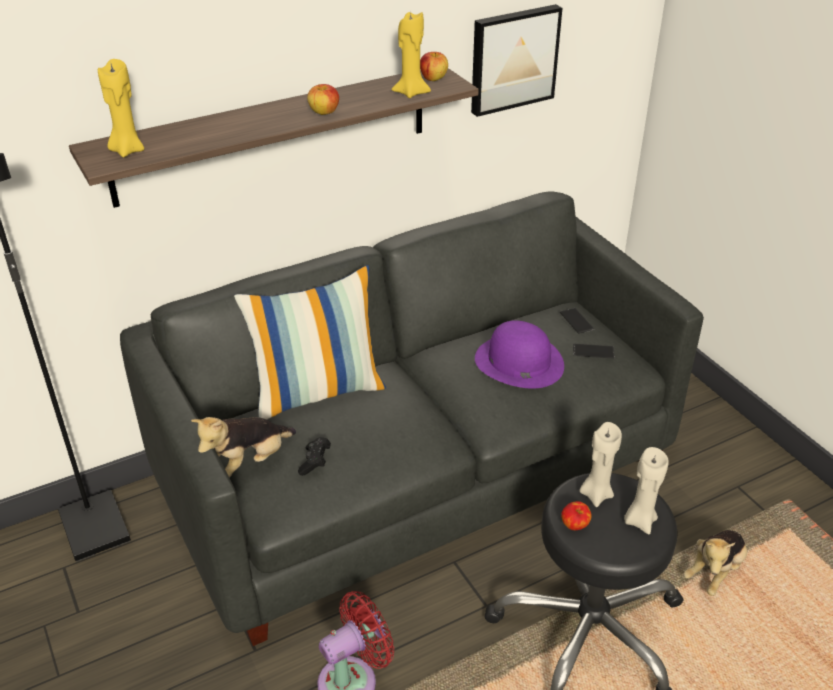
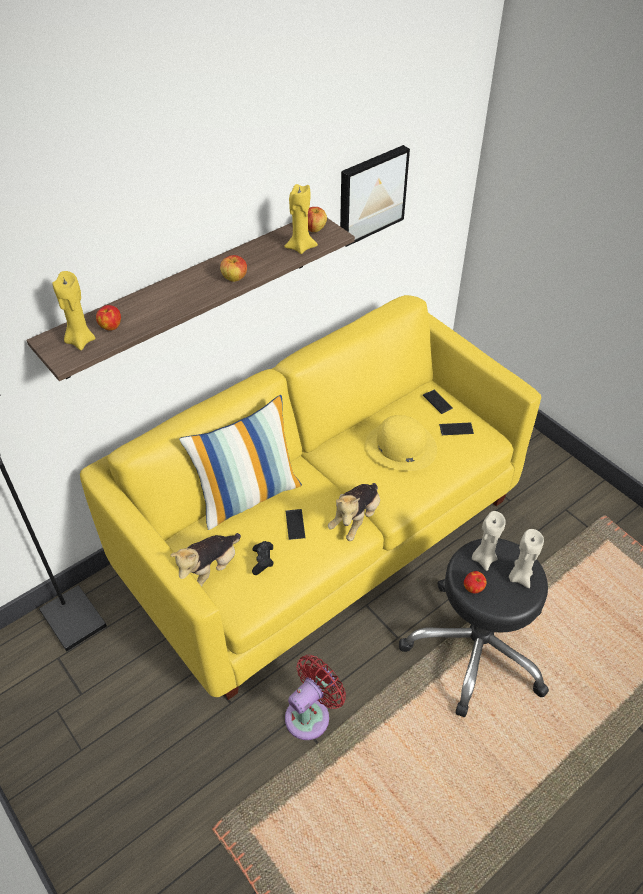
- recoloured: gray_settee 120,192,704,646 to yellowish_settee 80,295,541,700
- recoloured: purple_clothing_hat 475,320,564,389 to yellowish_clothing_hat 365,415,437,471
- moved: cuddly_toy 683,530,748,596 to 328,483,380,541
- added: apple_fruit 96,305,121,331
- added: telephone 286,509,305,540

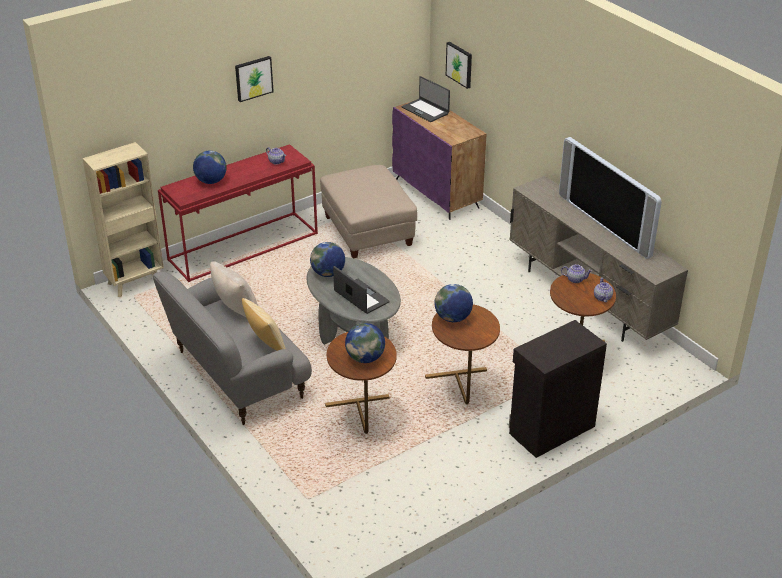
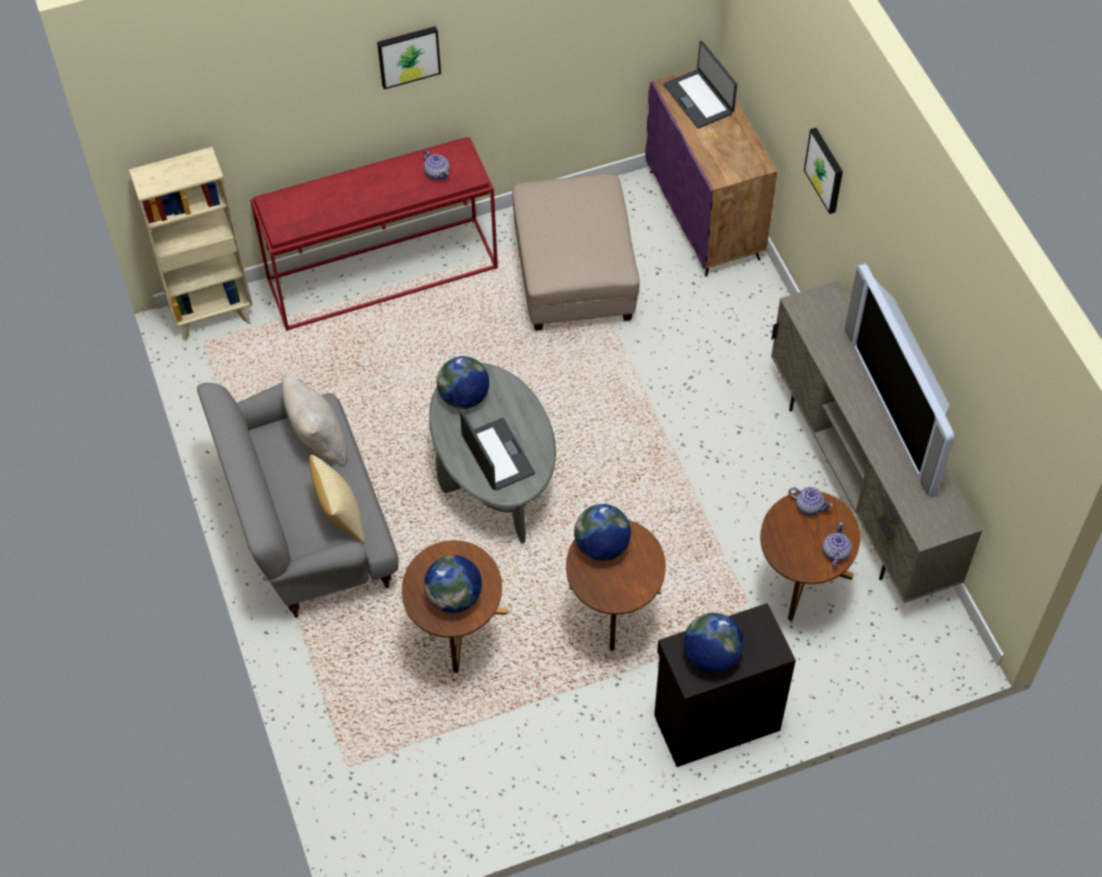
- moved: picture 446,42,472,89 to 804,128,843,214
- moved: world_globe 193,151,227,184 to 684,613,744,673

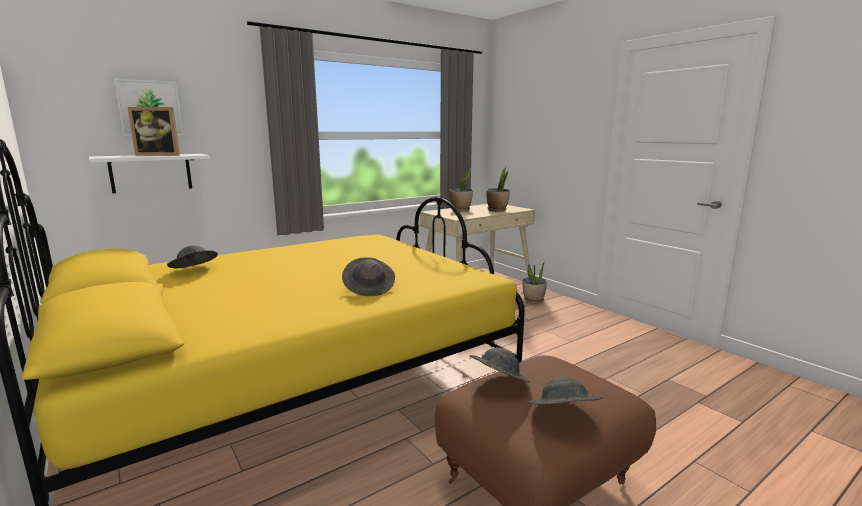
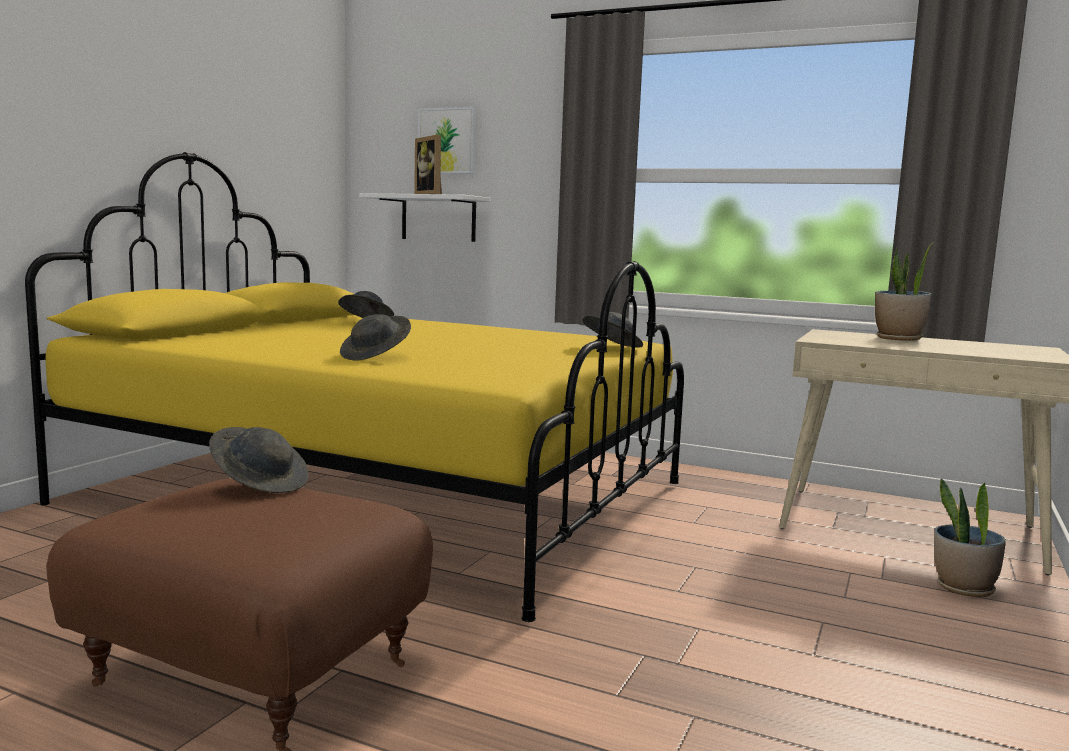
- removed: plant_in_a_pot 486,167,510,212
- moved: gray_clothing_hat 528,377,604,405 to 582,312,643,348

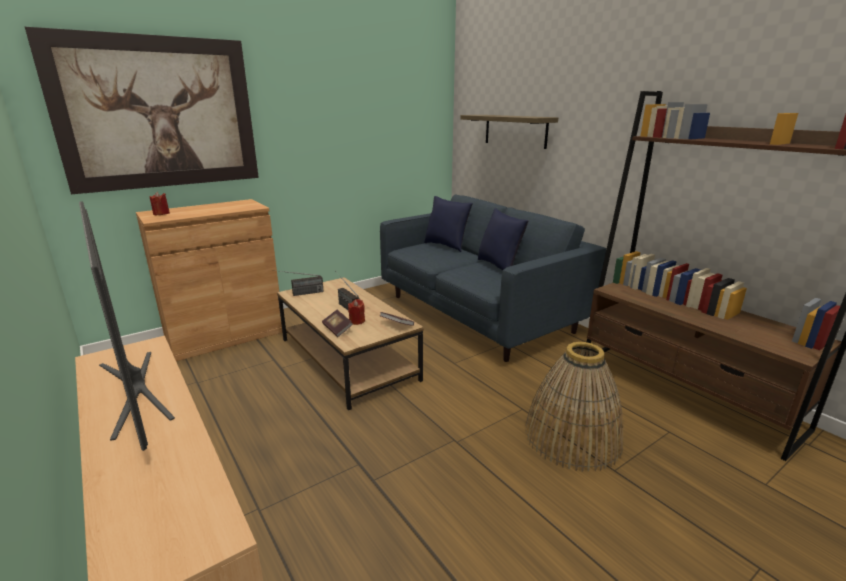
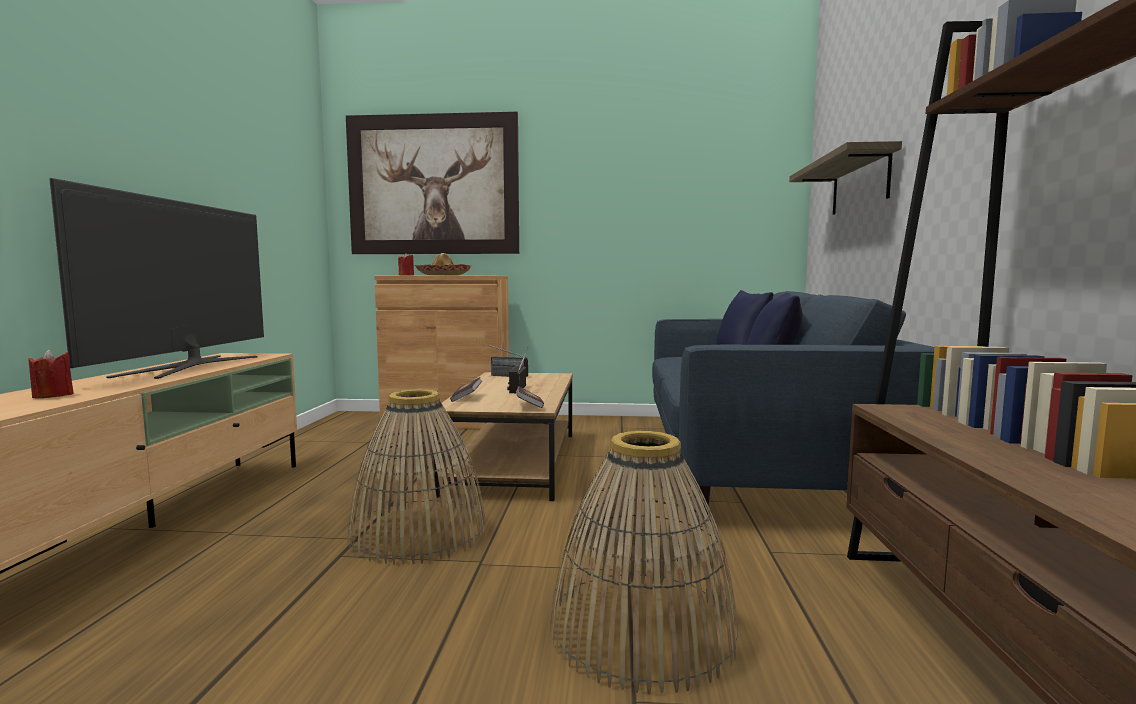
- moved: reddish_wax_candle 348,299,365,325 to 28,349,74,399
- added: clothing_hat 414,253,471,276
- added: household_basket 348,389,486,565

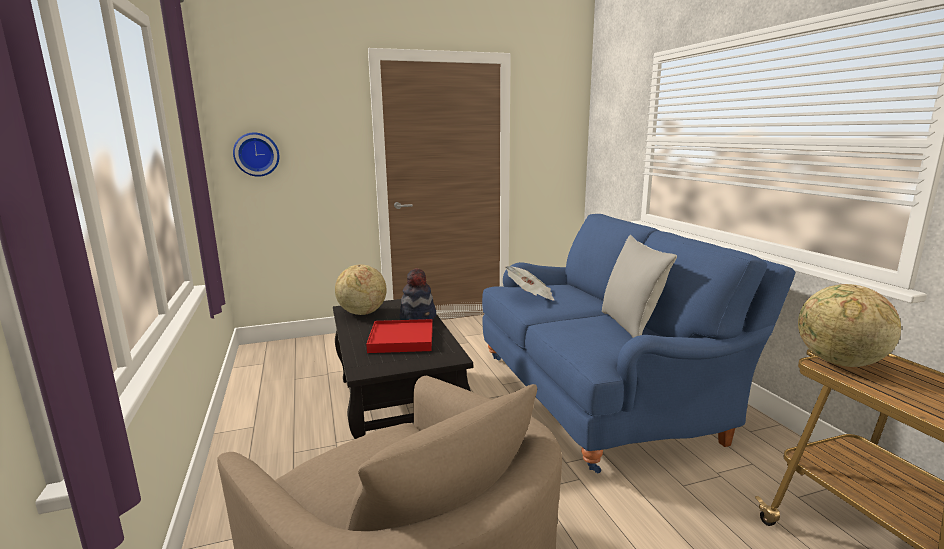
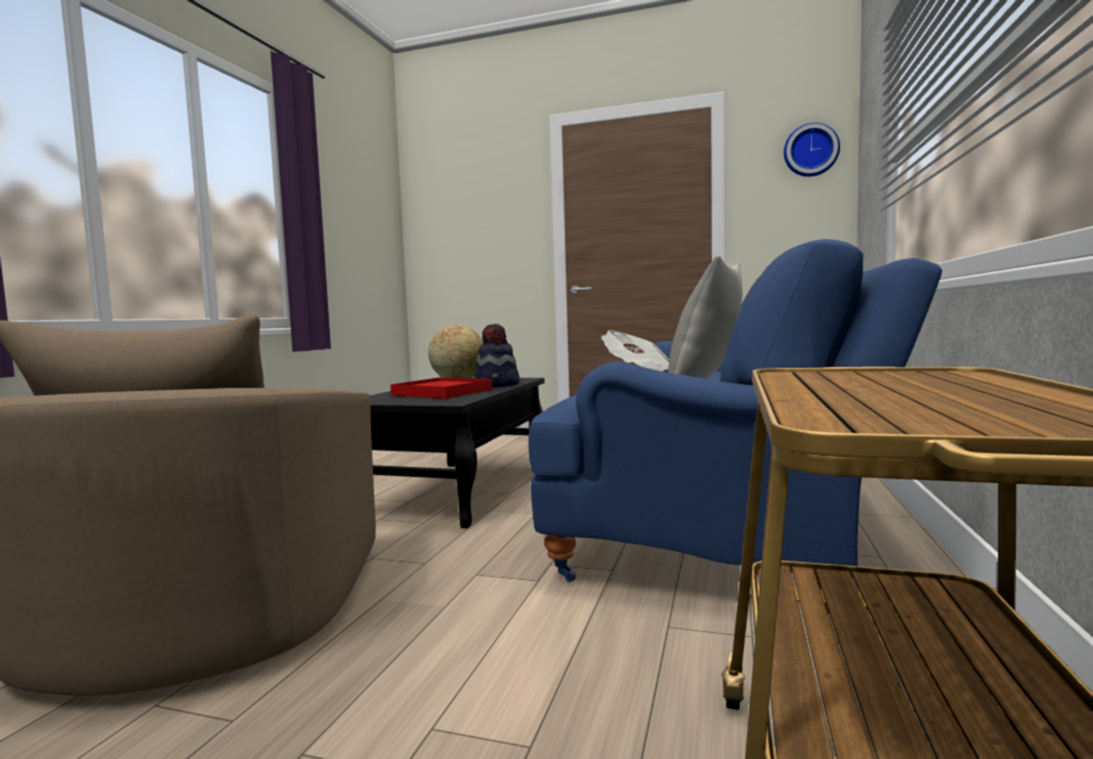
- moved: clock_on_the_wall 233,132,280,177 to 784,123,840,177
- removed: world_globe 798,284,901,367

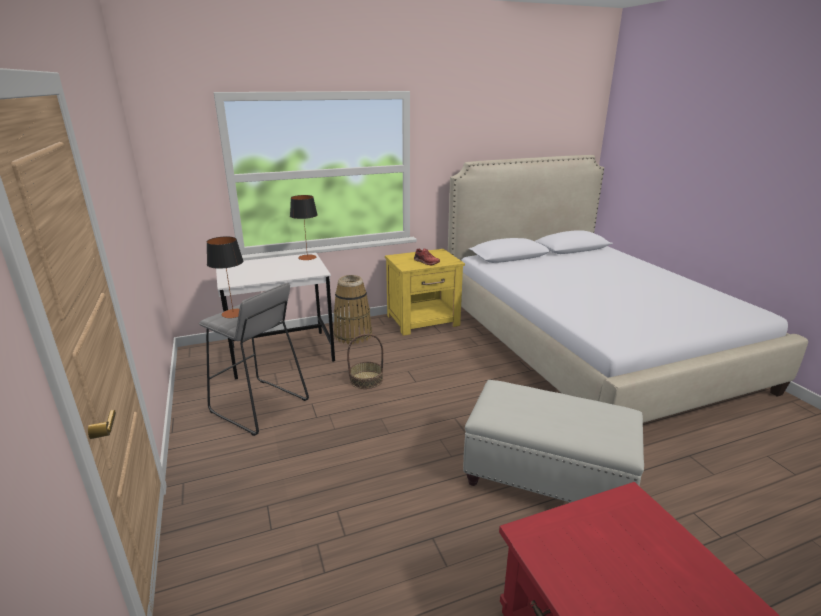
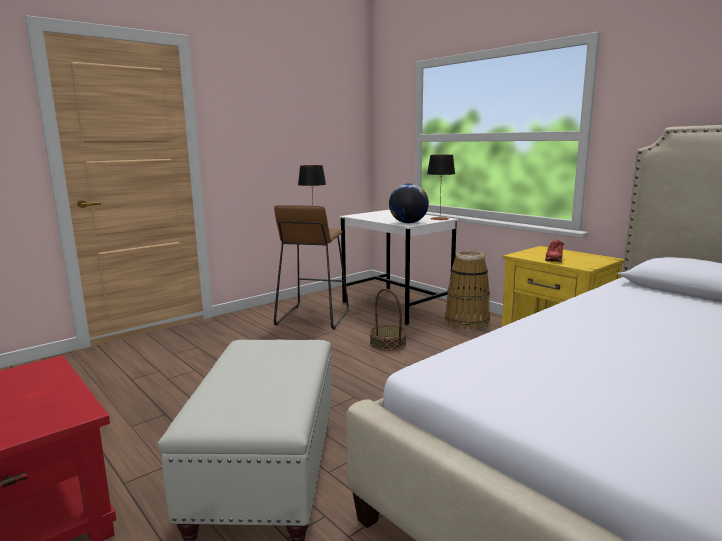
- recoloured: gray_stool_seat 199,283,309,436 to brown-coloured_stool_seat 274,205,349,329
- added: world_globe 389,183,429,223

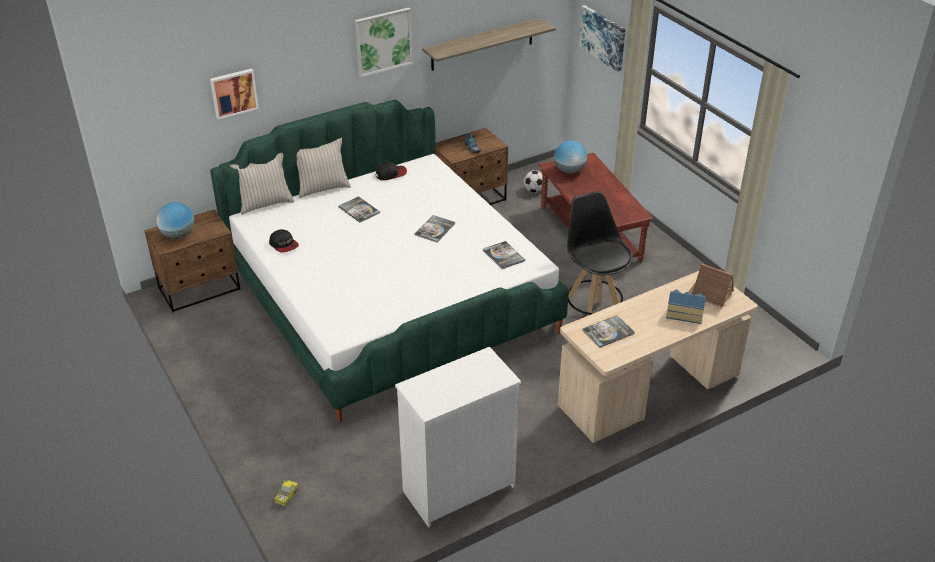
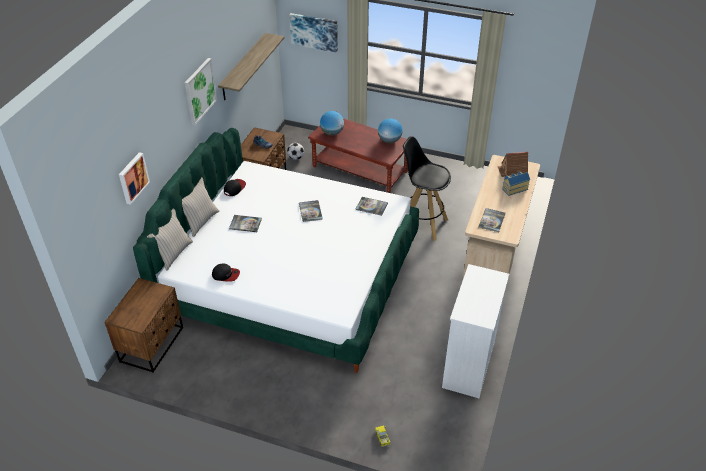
- moved: world_globe 156,202,194,239 to 378,118,402,143

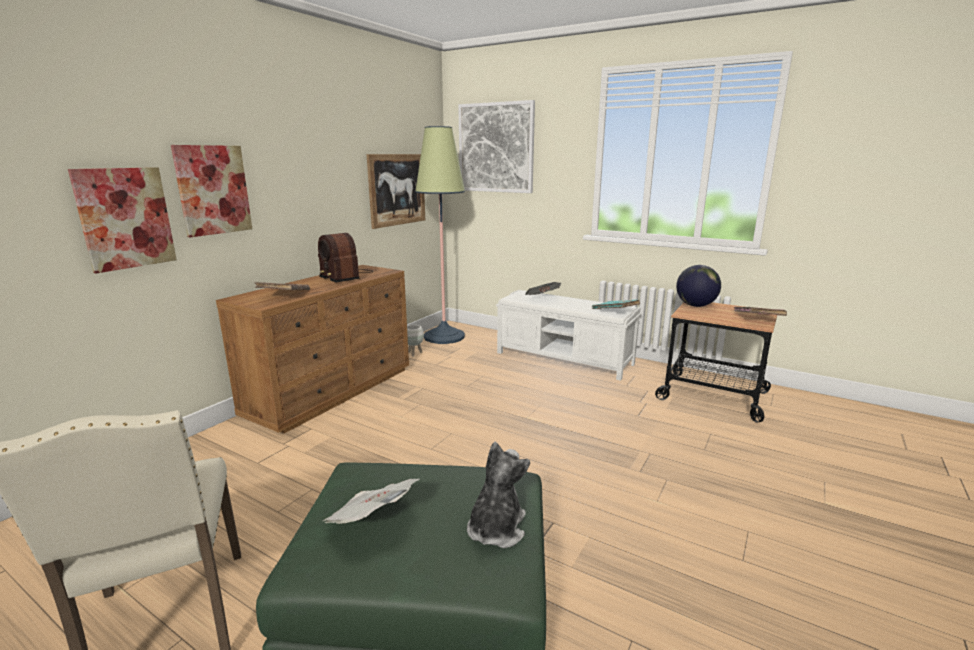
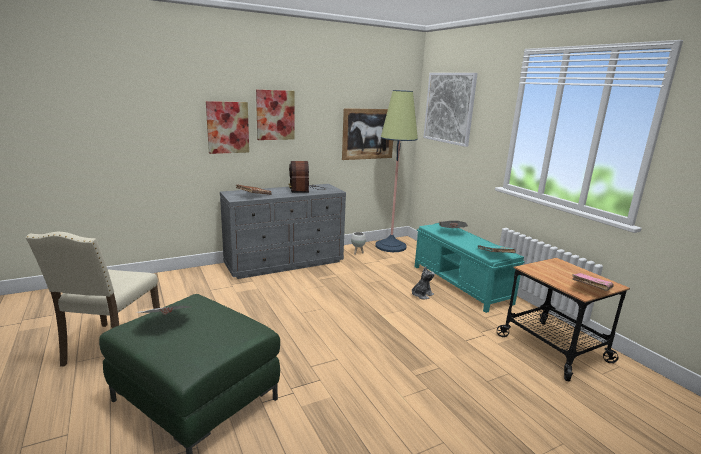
- moved: picture 68,167,177,273 to 256,90,295,140
- recoloured: brown-coloured_drawer_chest 216,265,409,433 to gray_drawer_chest 220,184,346,279
- removed: world_globe 676,265,721,307
- recoloured: white-coloured_indoor_bench 496,290,641,381 to turquoise_indoor_bench 415,223,525,313
- moved: cuddly_toy 467,442,530,548 to 412,266,435,299

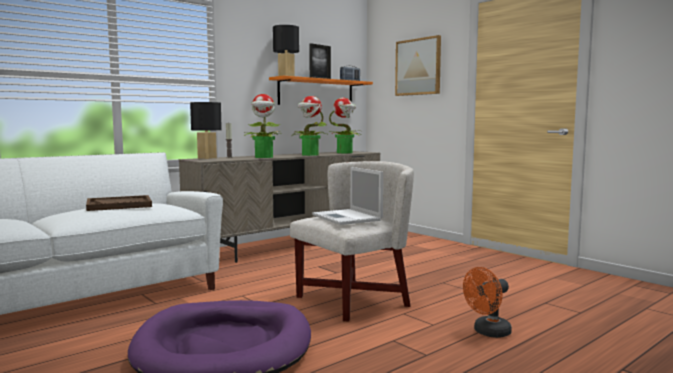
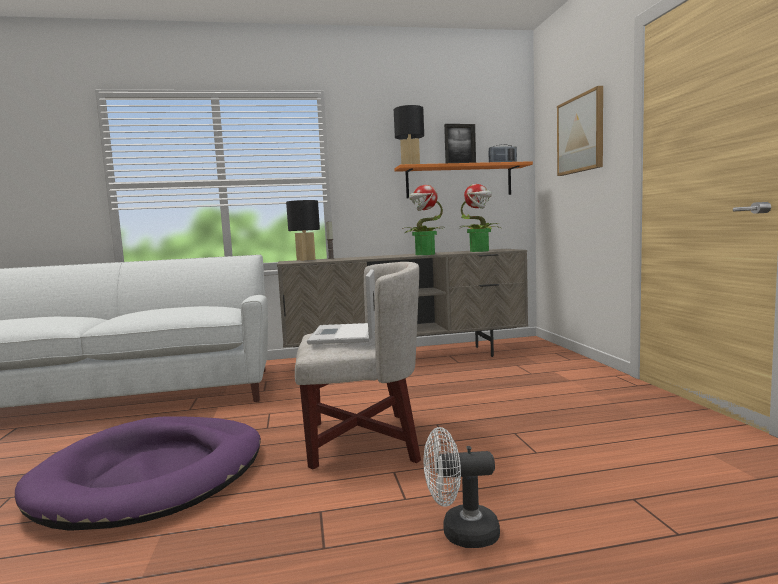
- removed: plant_in_a_pot 244,94,282,158
- removed: brown-coloured_tray 86,195,152,211
- recoloured: orange-coloured_fan 463,267,512,338 to white-coloured_fan 424,427,500,548

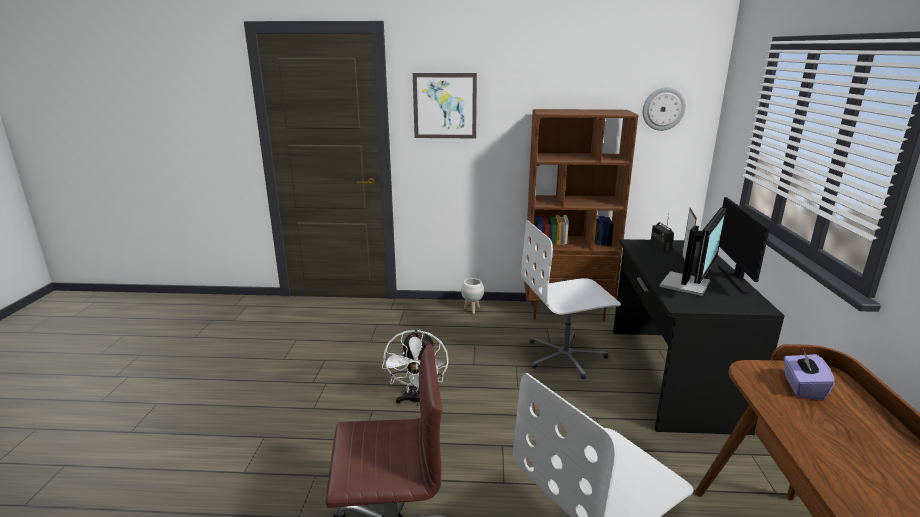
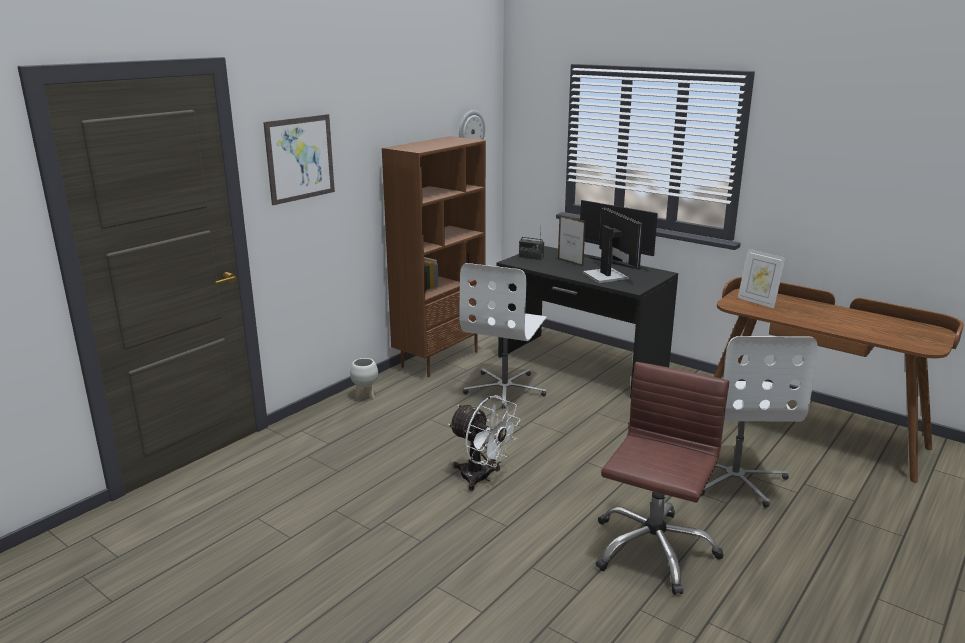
- replaced: purple_box_of_tissues 784,348,835,400 to picture_frame 738,249,786,308

